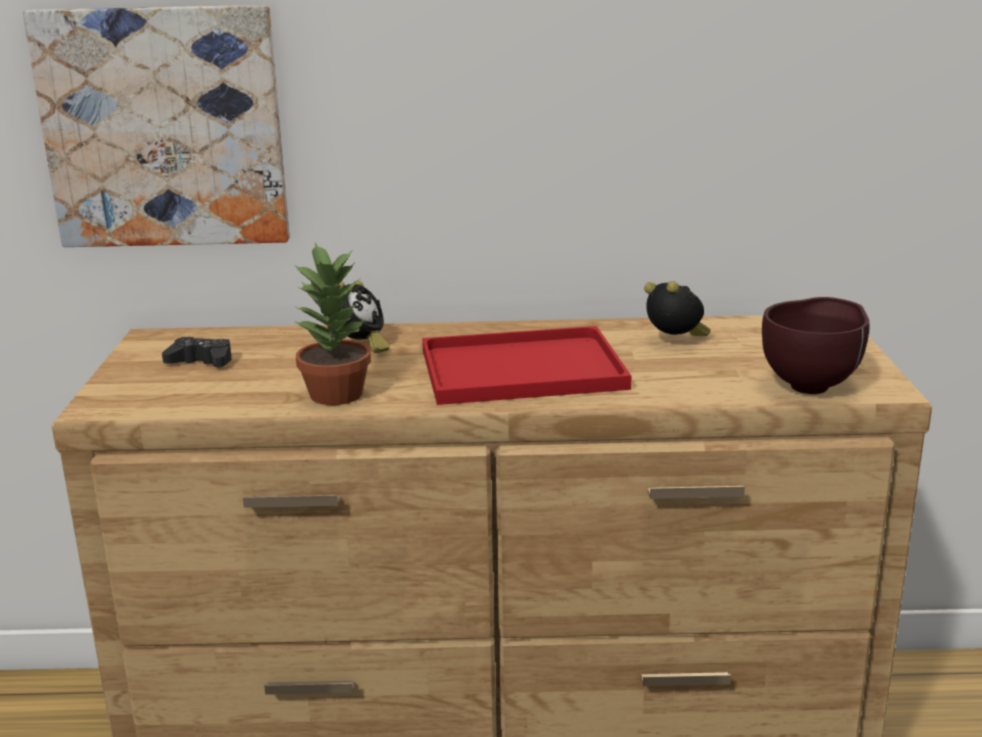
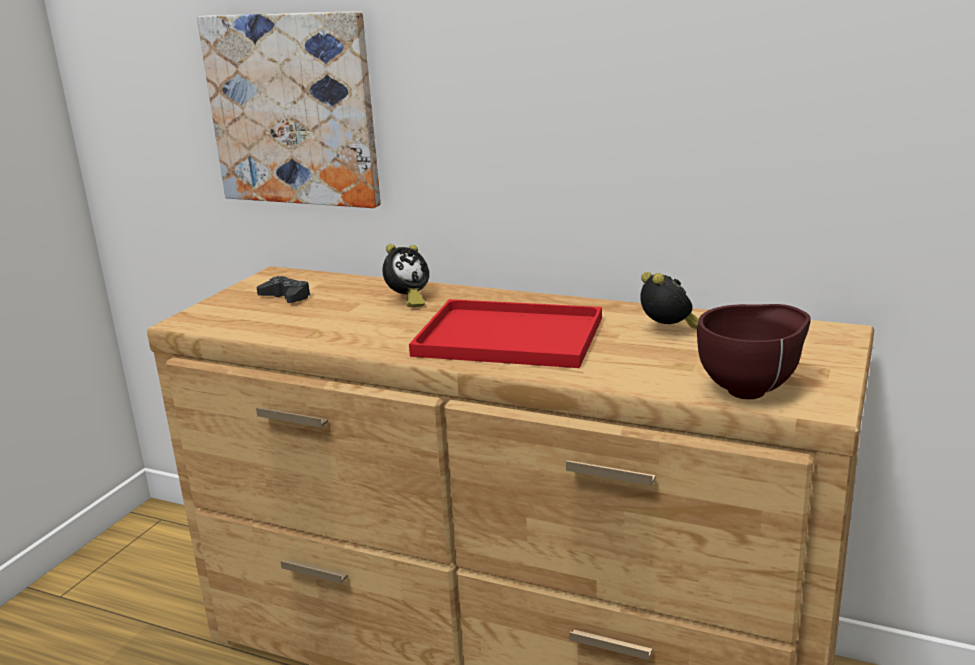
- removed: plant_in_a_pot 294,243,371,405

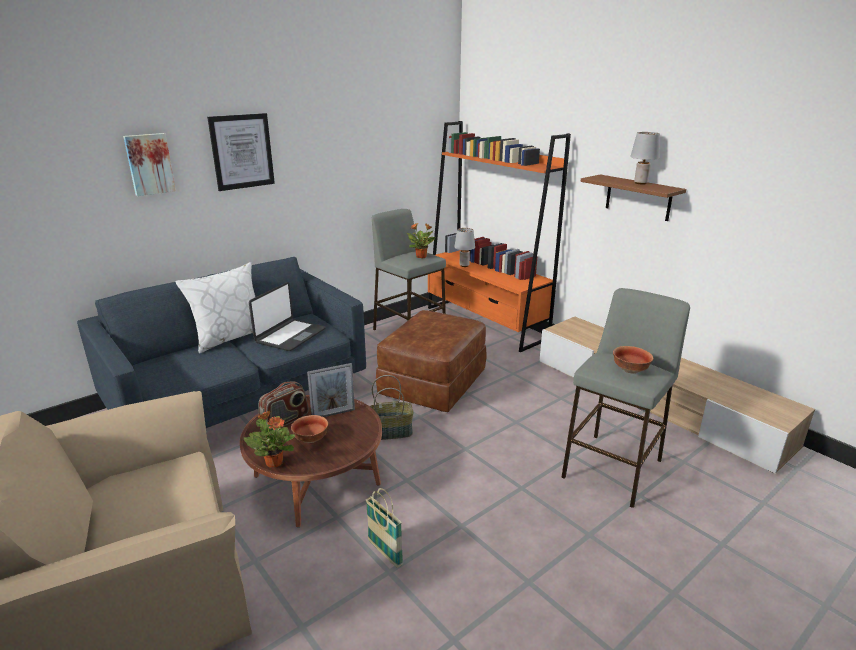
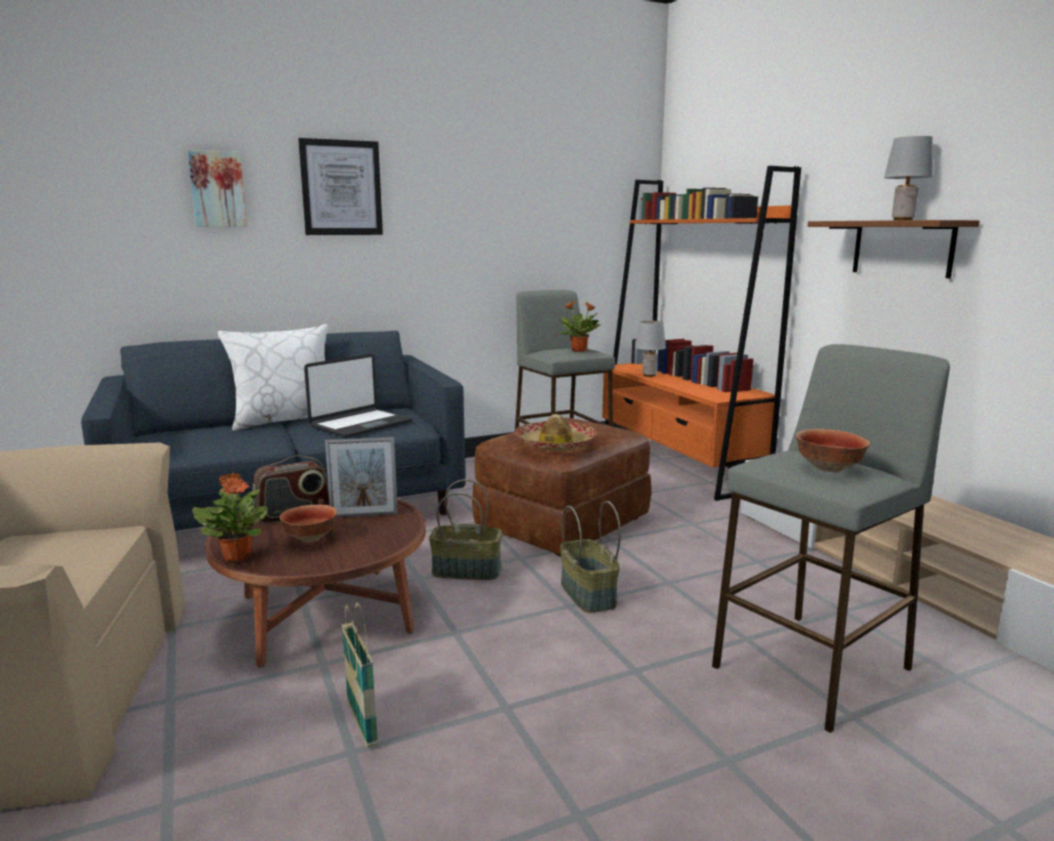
- added: clothing_hat 515,414,596,451
- added: household_basket 560,501,621,613

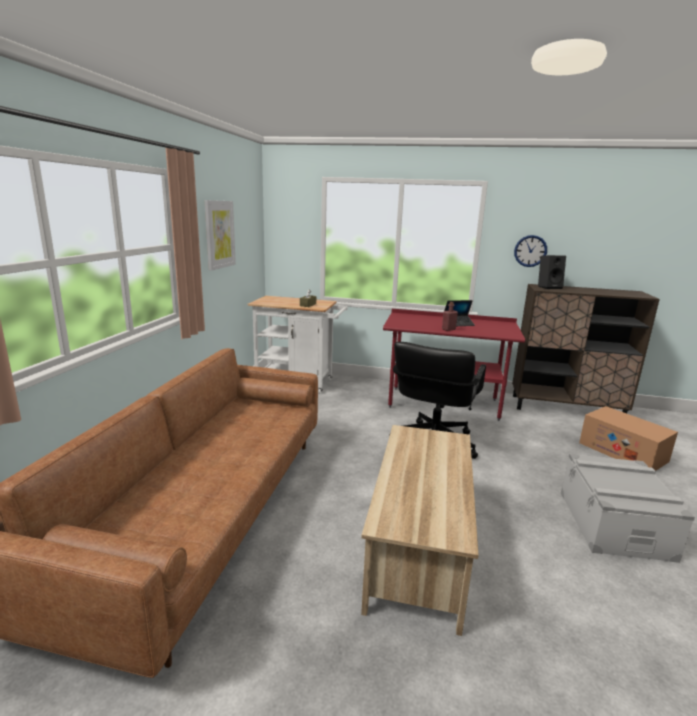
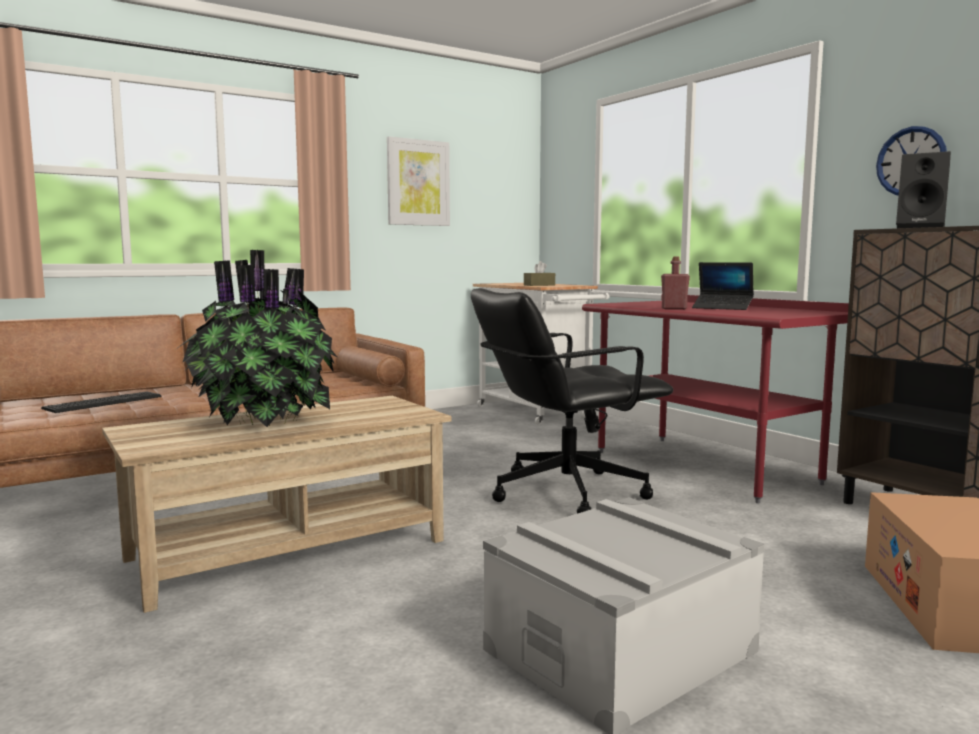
- added: plant_in_a_pot 176,250,338,427
- added: computer_keyboard 41,391,161,413

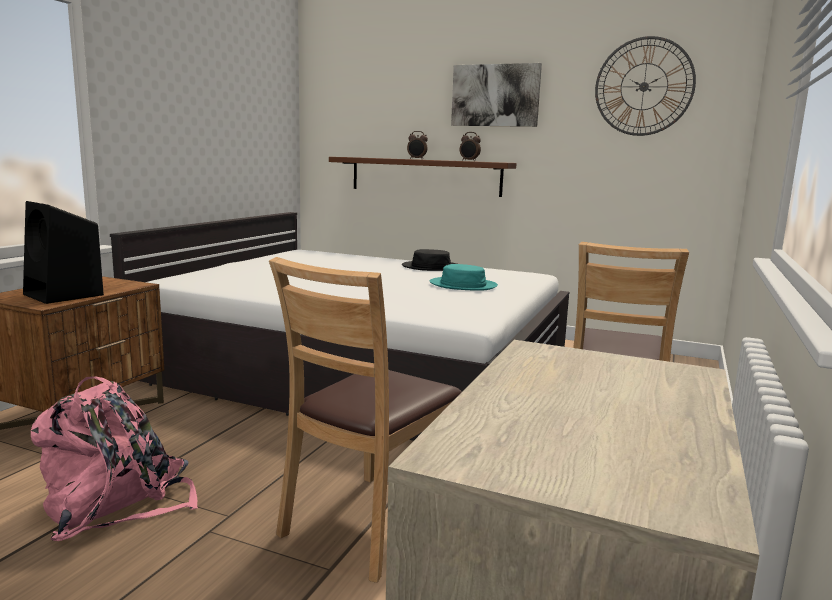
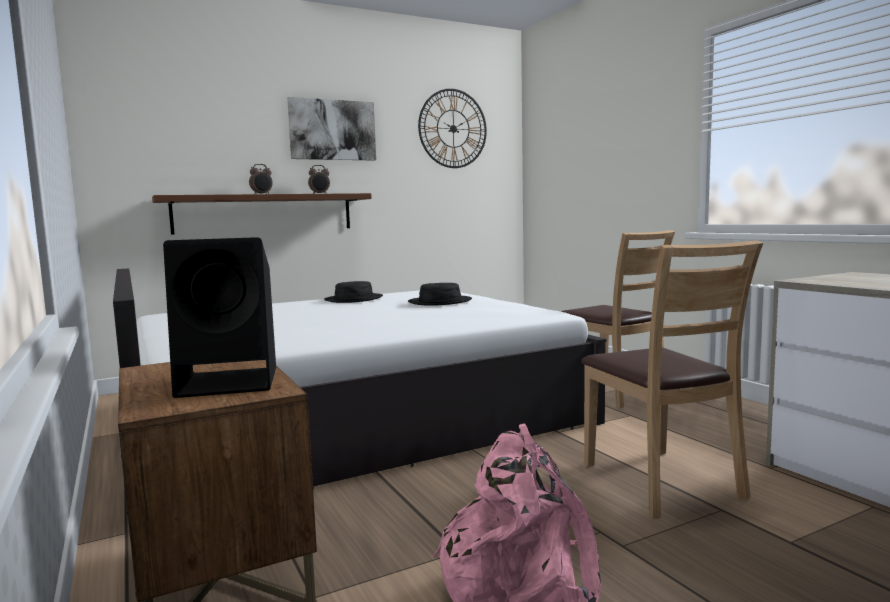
- recoloured: turquoise_clothing_hat 430,264,498,291 to black-coloured_clothing_hat 408,283,472,306

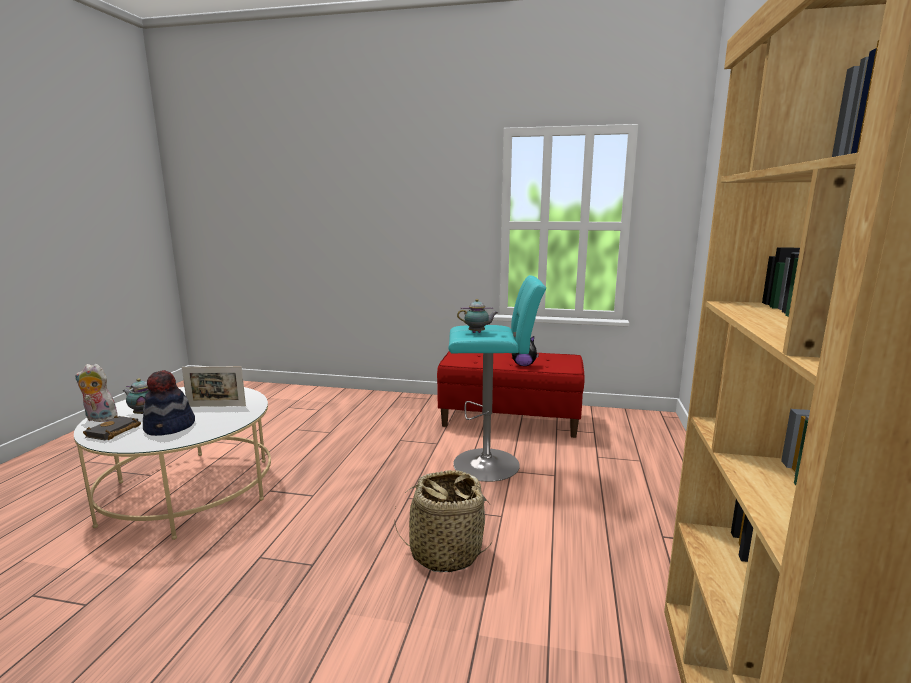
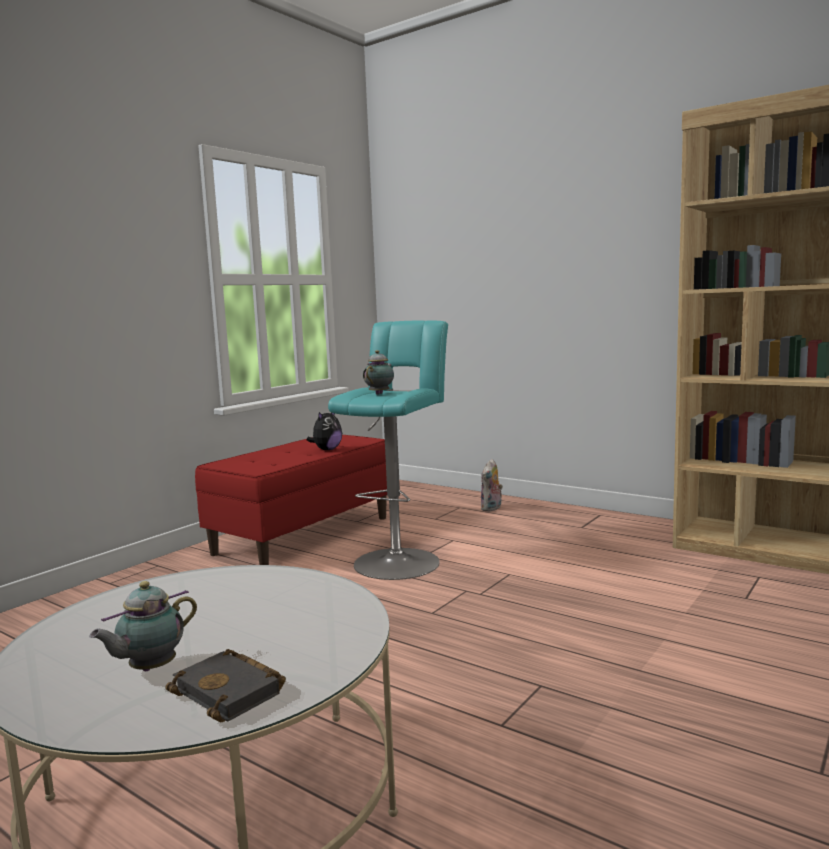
- moved: cuddly_toy 75,364,118,422 to 480,459,503,512
- removed: picture_frame 182,366,246,407
- removed: clothing_hat 143,370,195,436
- removed: household_basket 394,470,492,572

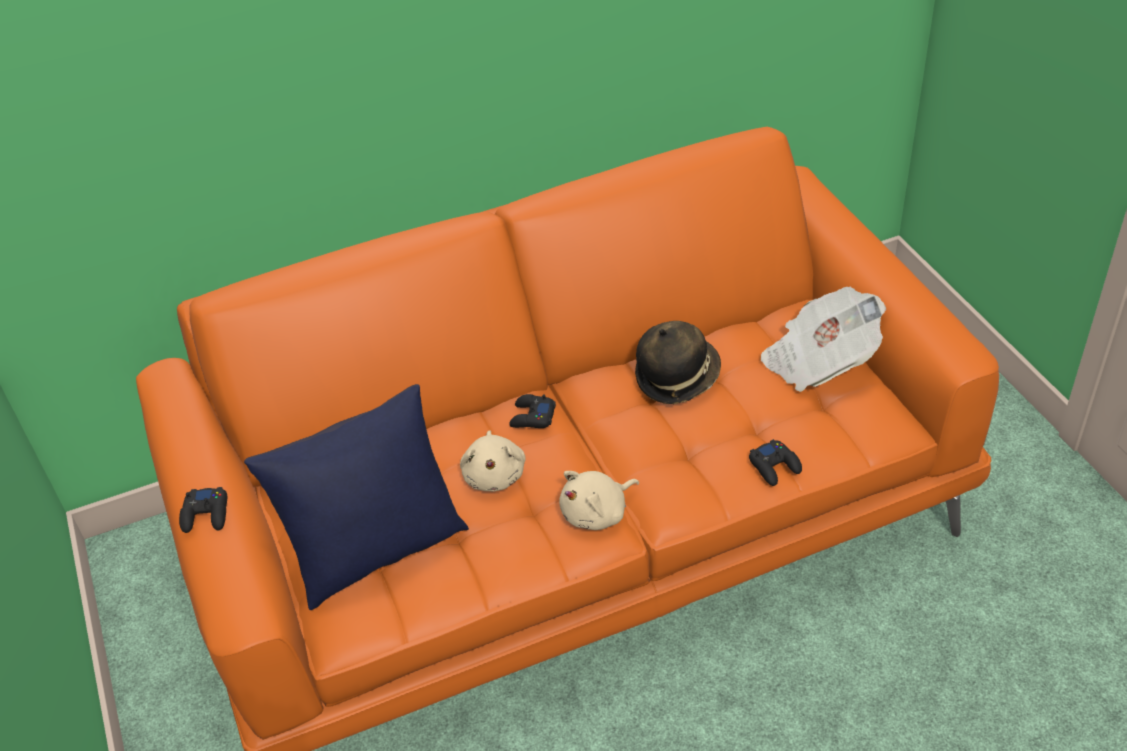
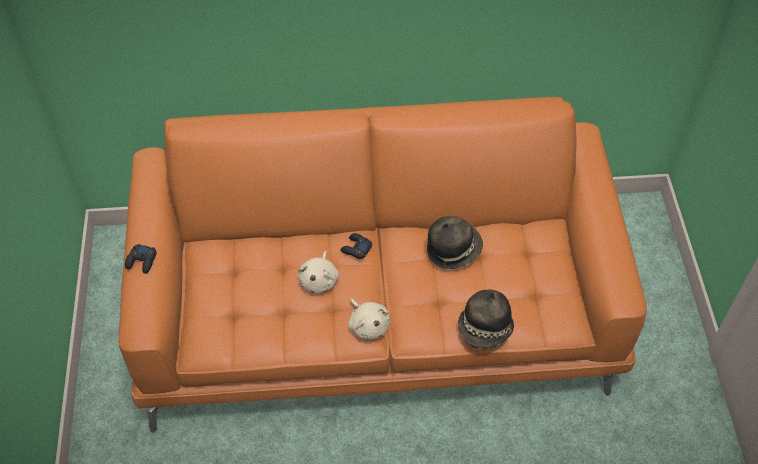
- removed: daily_paper 761,287,886,392
- removed: bluish_cushion 244,384,469,610
- replaced: black-coloured_gamepad 749,439,802,486 to clothing_hat 458,290,514,349
- turned: beige_cuddly_toy 559,471,639,530 = 348,298,390,340 105 degrees counterclockwise

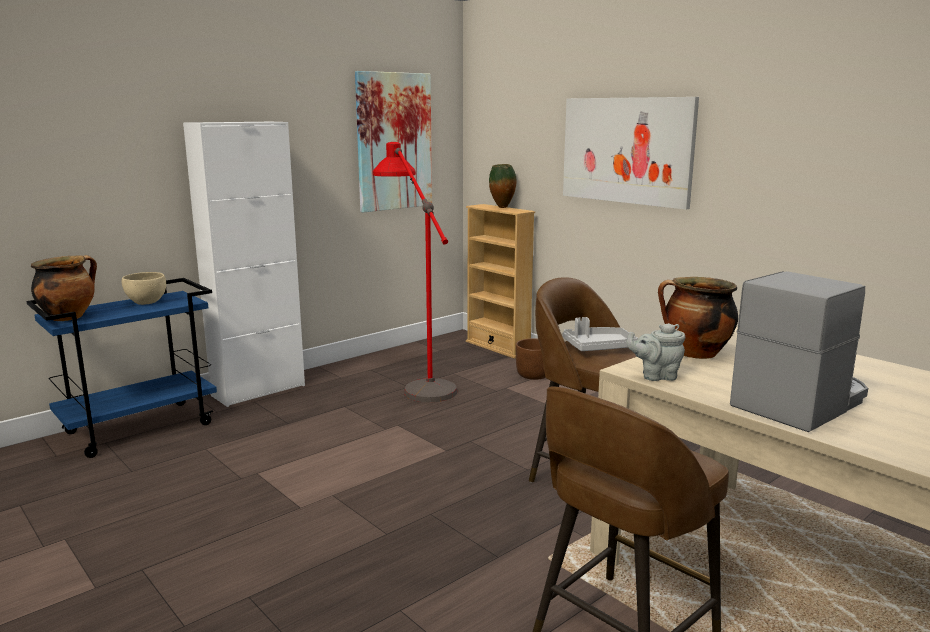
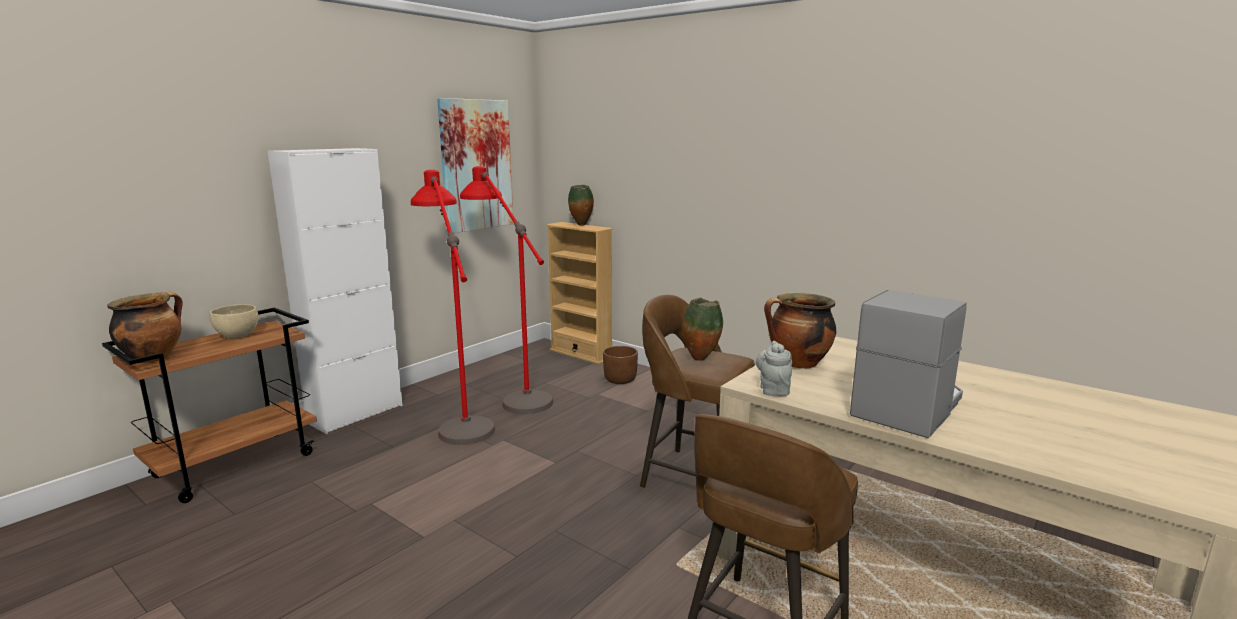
- removed: picture 563,97,699,210
- recoloured: bluish_cart 26,278,217,458 to brown-coloured_cart 102,308,317,503
- replaced: gray_tray 563,317,638,351 to vase 682,298,723,360
- turned: gray_teapot 626,323,685,381 = 756,341,792,396 105 degrees clockwise
- added: reddish_standard_lamp 411,170,495,445

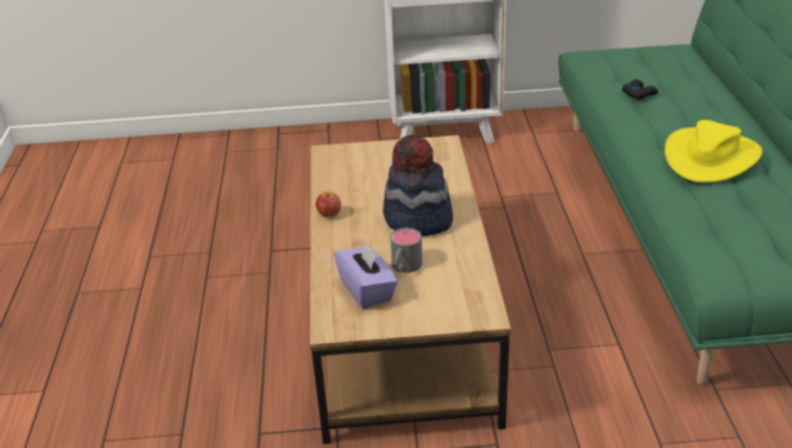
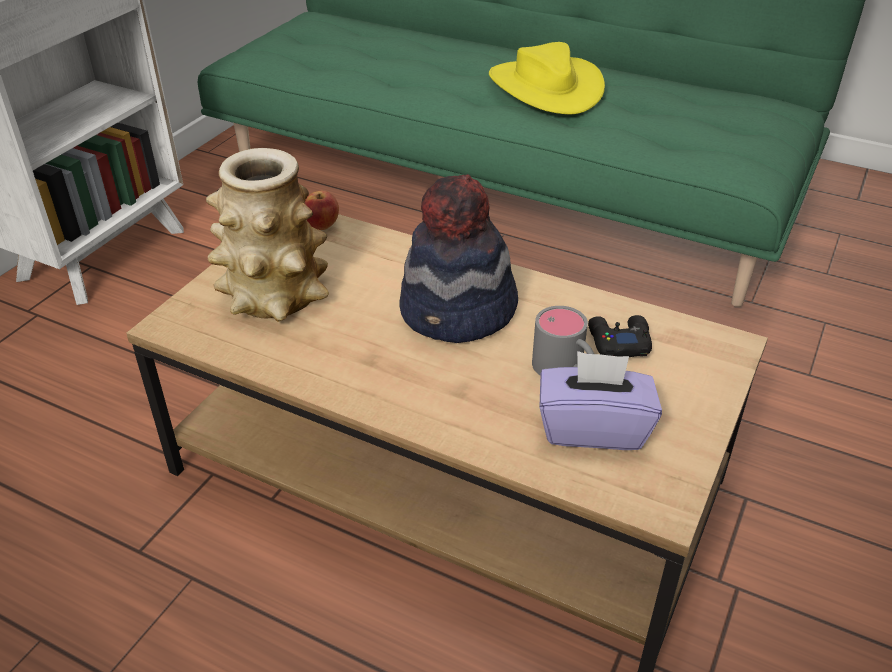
- moved: black-coloured_gamepad 622,79,658,99 to 588,315,652,357
- moved: apple_fruit 316,192,341,218 to 305,191,339,230
- added: vase 206,148,329,322

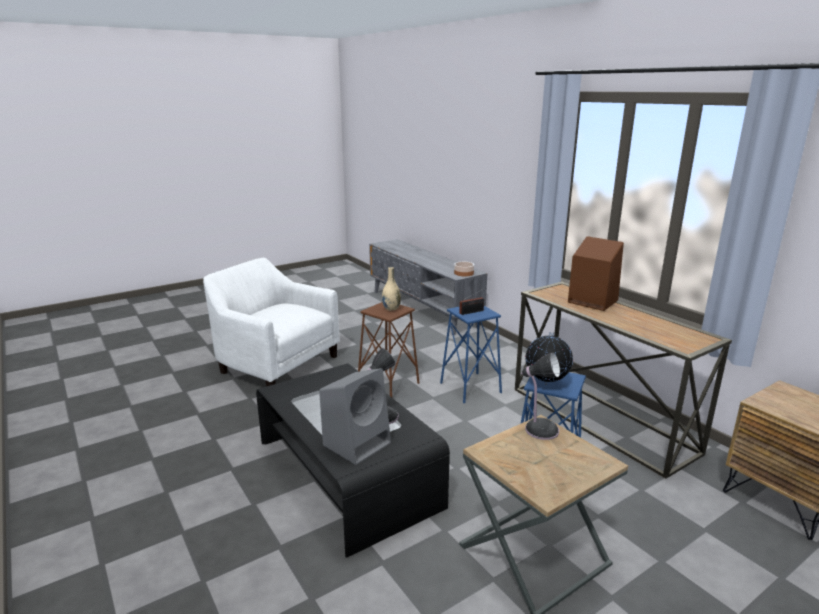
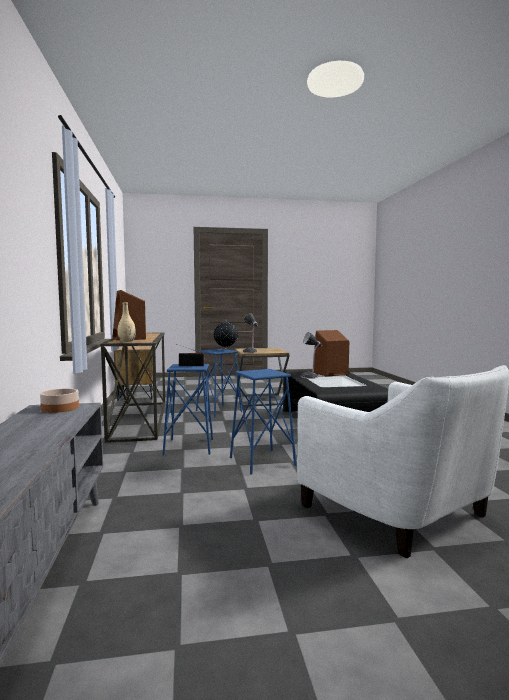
- moved: beige_vase 382,267,401,311 to 118,303,136,342
- recoloured: brown-coloured_stool_seat 358,302,420,397 to bluish_stool_seat 230,369,297,475
- recoloured: gray_audio_speaker 319,368,391,465 to brown-coloured_audio_speaker 314,330,349,377

